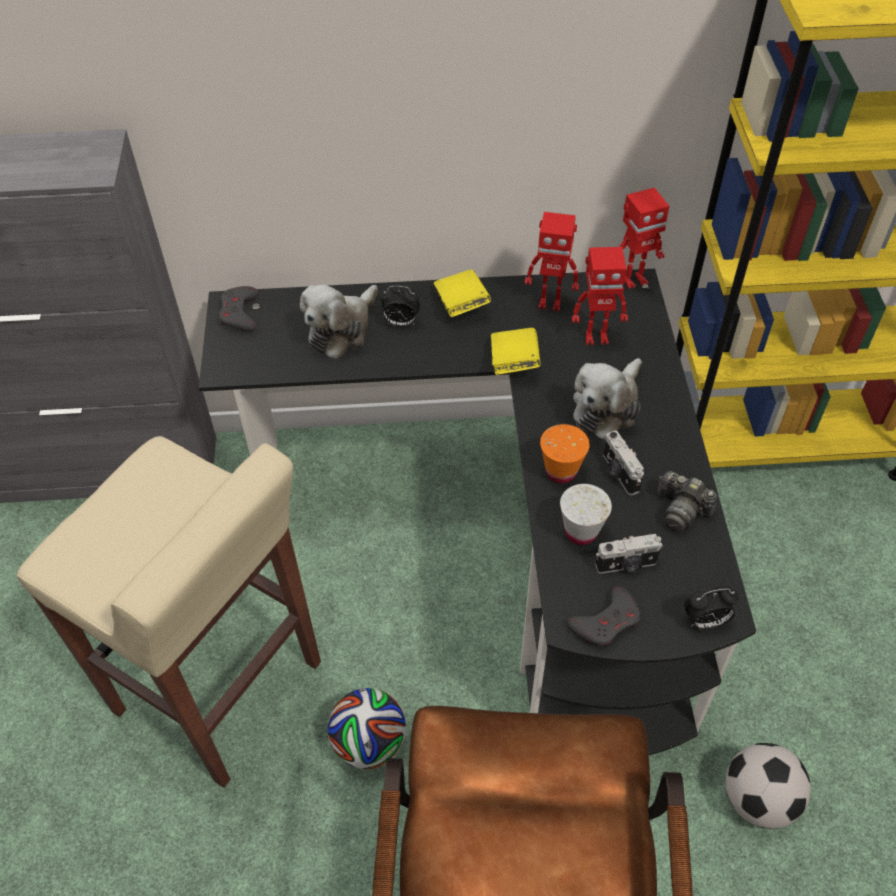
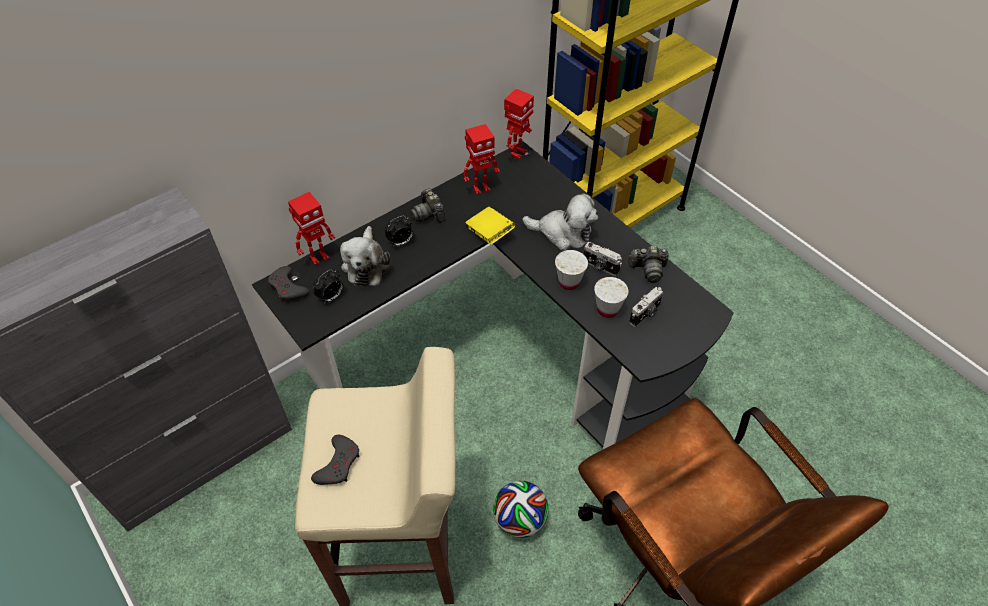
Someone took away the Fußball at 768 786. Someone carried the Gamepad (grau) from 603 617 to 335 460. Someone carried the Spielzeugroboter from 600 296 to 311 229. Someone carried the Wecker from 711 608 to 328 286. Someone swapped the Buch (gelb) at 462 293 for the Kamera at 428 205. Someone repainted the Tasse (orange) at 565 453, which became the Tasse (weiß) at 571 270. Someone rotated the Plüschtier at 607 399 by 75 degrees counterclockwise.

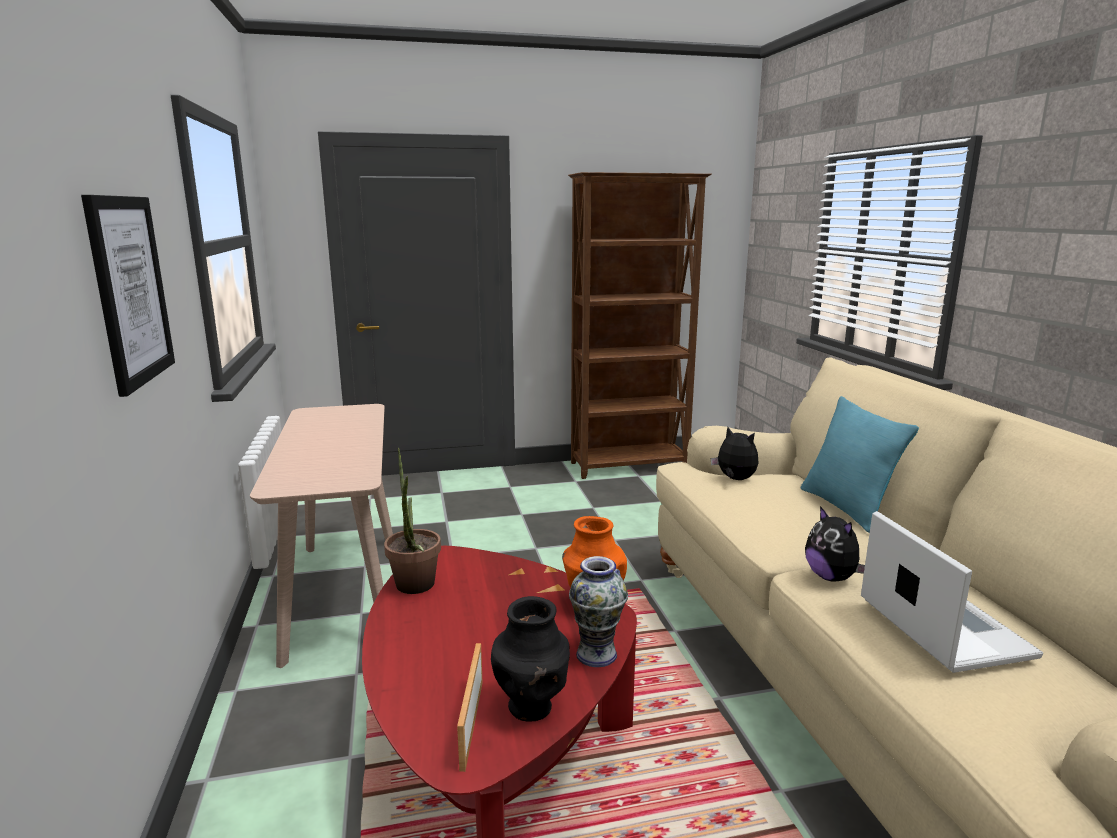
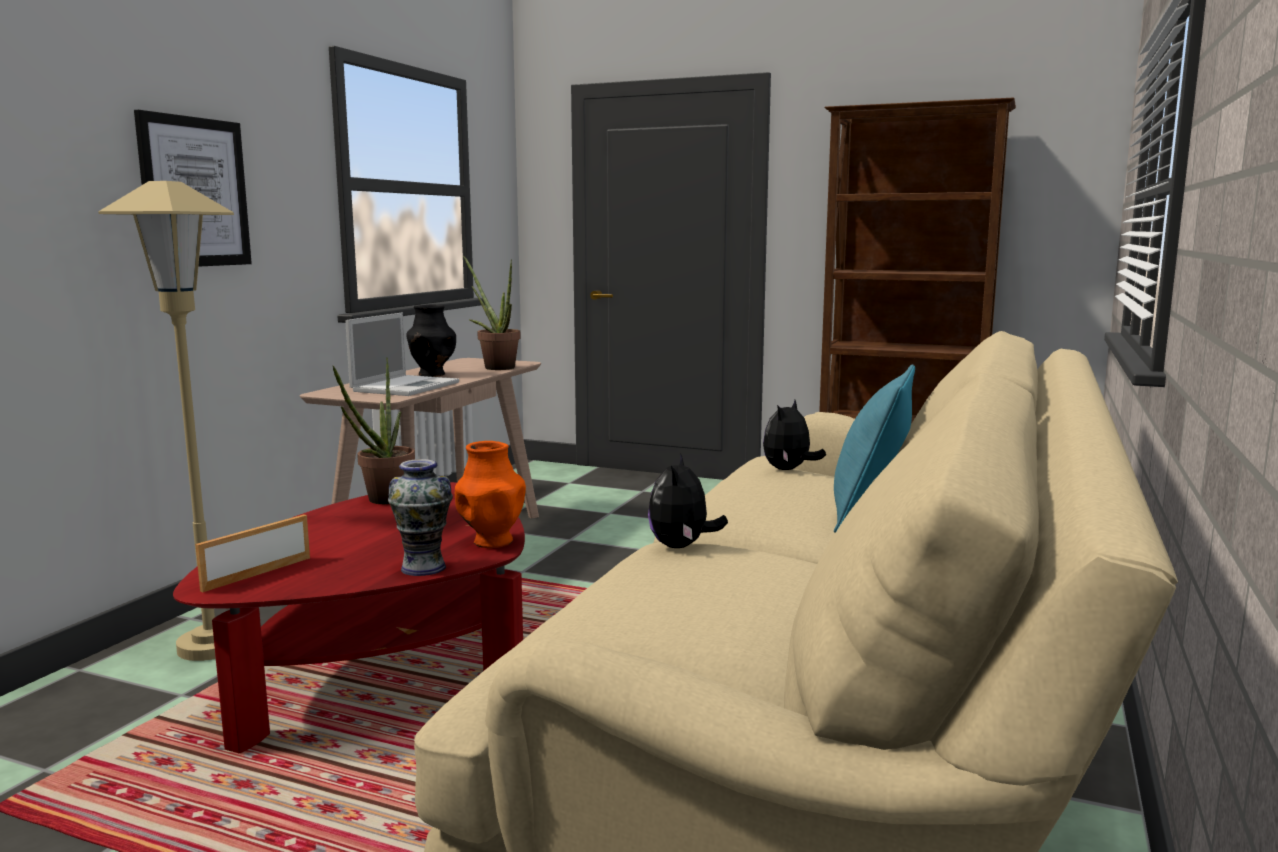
Someone put down the Stehlampe (beige) at 166 421. Someone put down the Topfpflanze at 492 312. Someone carried the Vase (schwarz) from 530 659 to 431 340. Someone carried the Laptop from 952 592 to 402 354. Someone rotated the Plüschtier at 734 453 by 135 degrees counterclockwise.

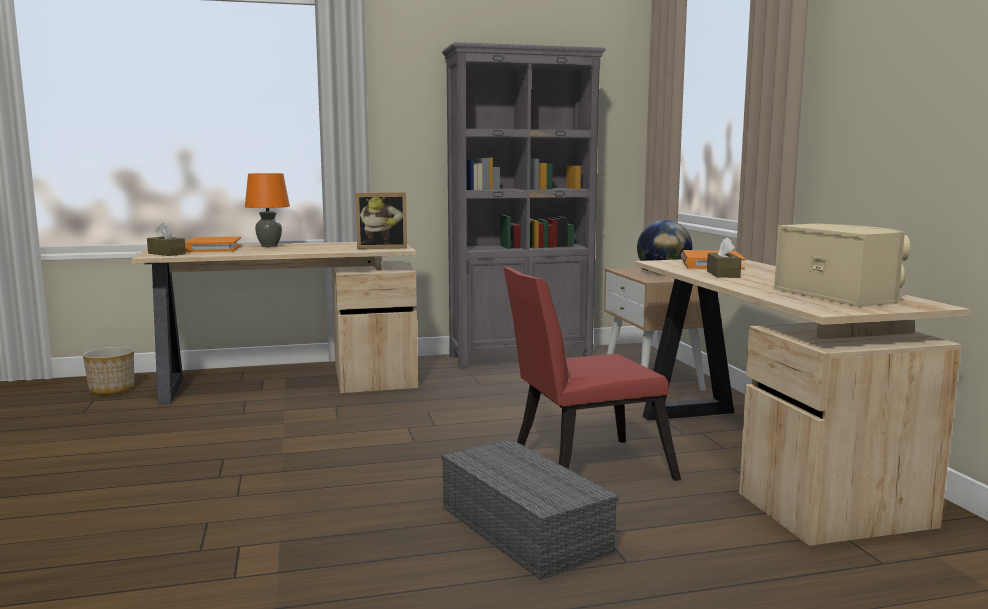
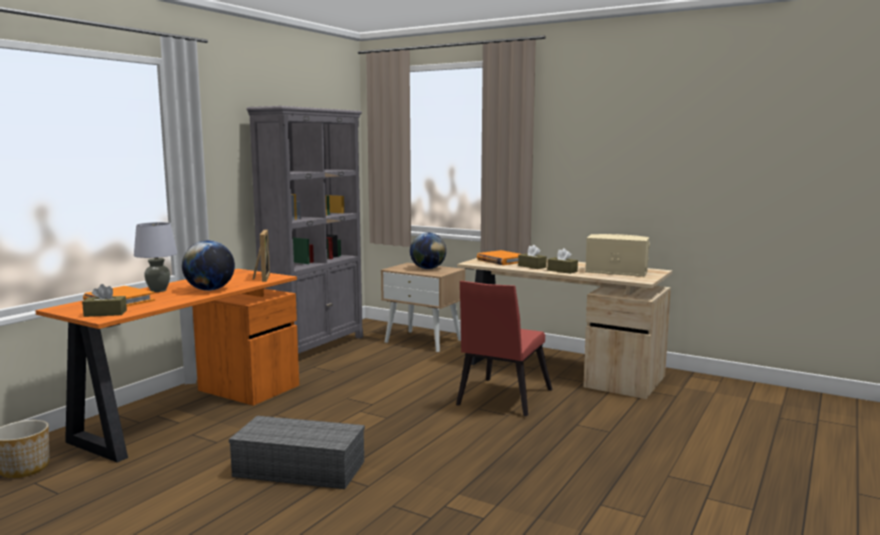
Someone put down the Globus at 208 265. Someone put down the Taschentuchbox (braun) at 562 261. Someone carried the Aufbewahrungsbox (grau) from 530 509 to 297 452. Someone repainted the Schreibtisch (beige) at 274 323, which became the Schreibtisch (orange) at 167 366. Someone repainted the Tischlampe (orange) at 267 210, which became the Tischlampe (grau) at 155 257. Someone rotated the Bilderrahmen at 381 220 by 45 degrees counterclockwise.

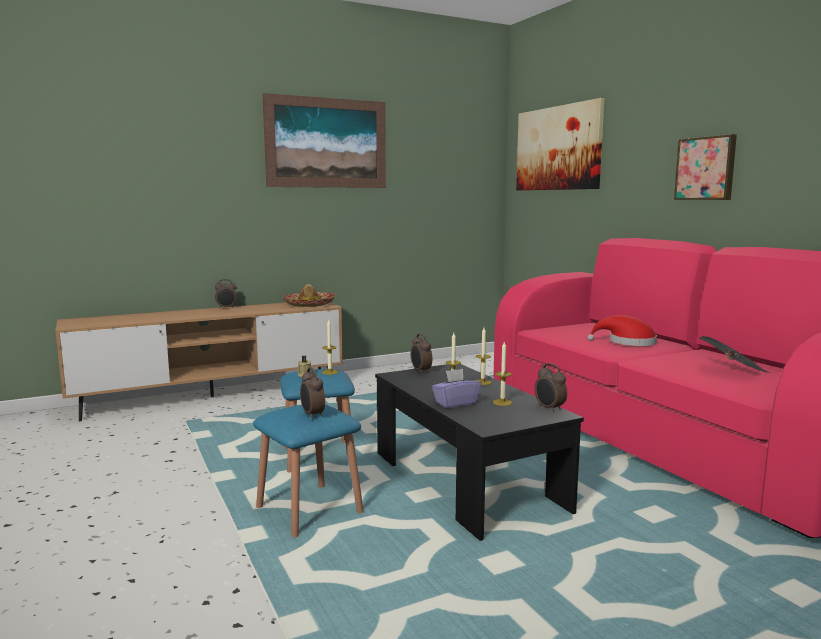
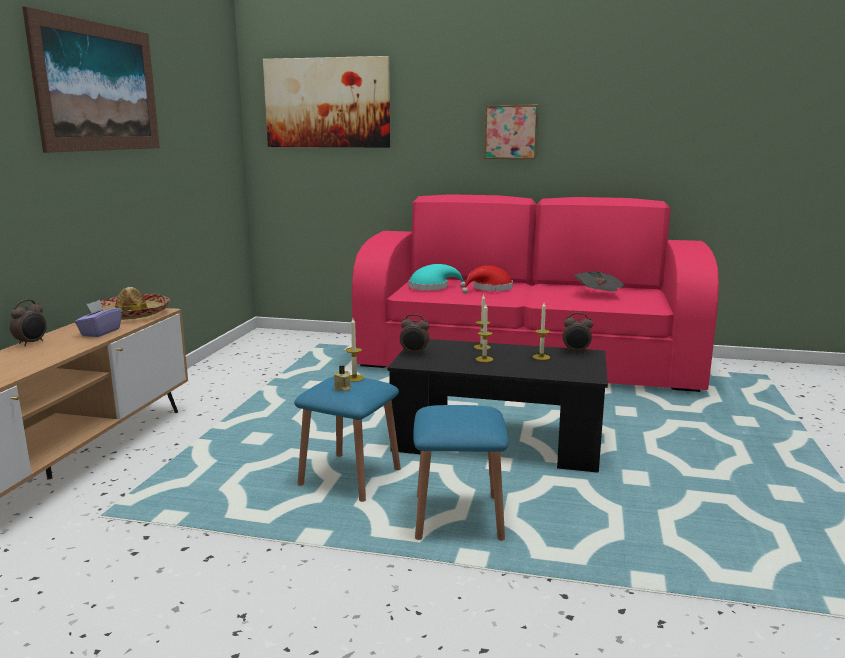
Someone took away the Wecker at 312 393. Someone put down the Hut (türkis) at 437 277. Someone carried the Taschentuchbox (lila) from 456 388 to 98 318.

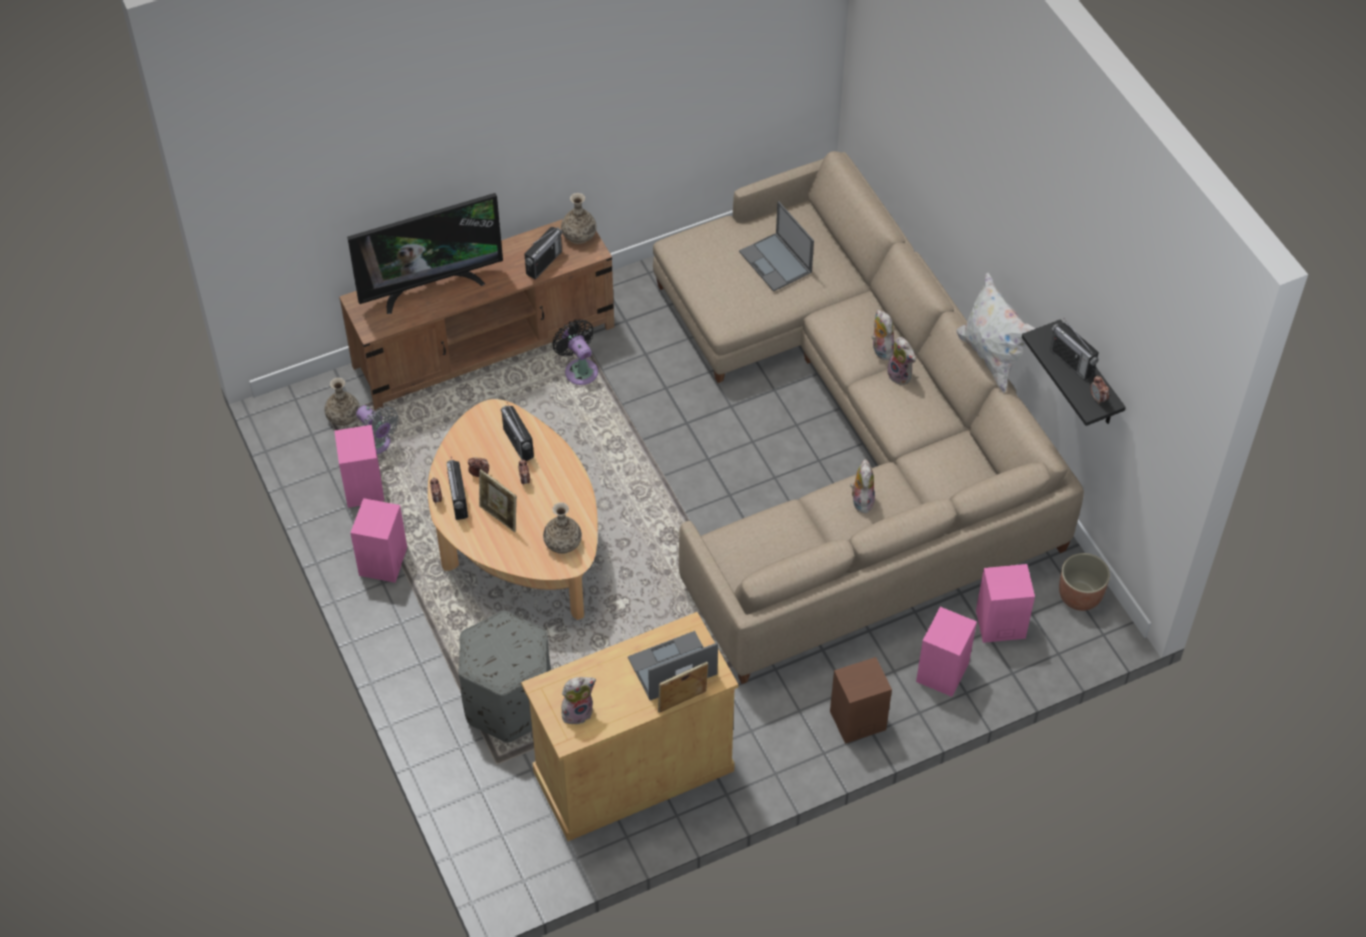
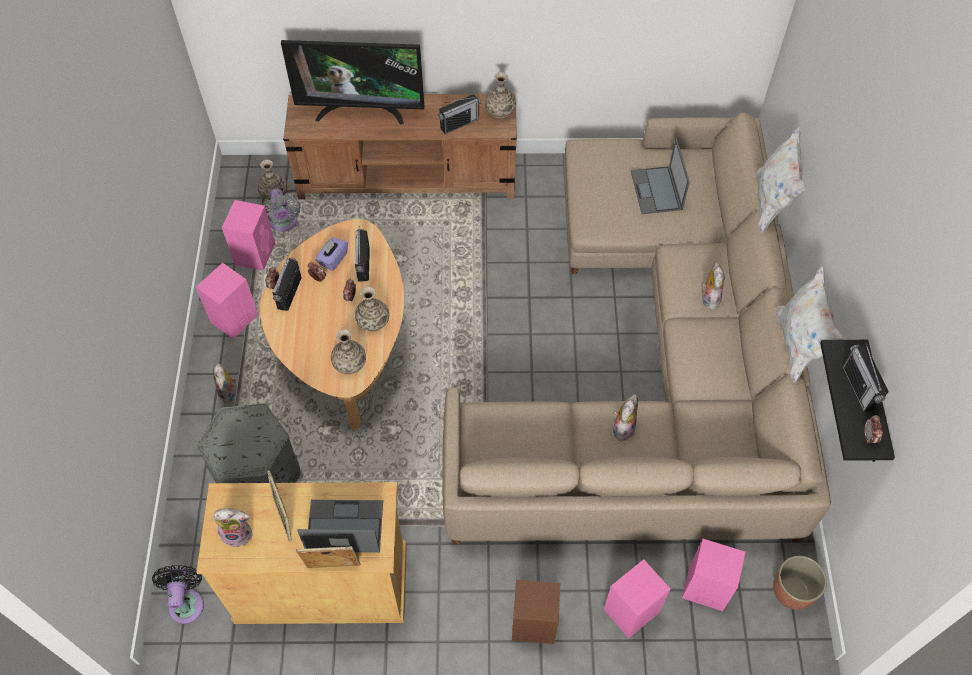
Someone put down the Taschentuchbox (lila) at 331 254. Someone put down the Vase at 372 309. Someone put down the Kissen (weiß) at 781 180. Someone carried the Bilderrahmen from 498 500 to 280 506. Someone carried the Ventilator (schwarz) from 575 352 to 178 594. Someone carried the Plüschtier from 901 361 to 224 383.

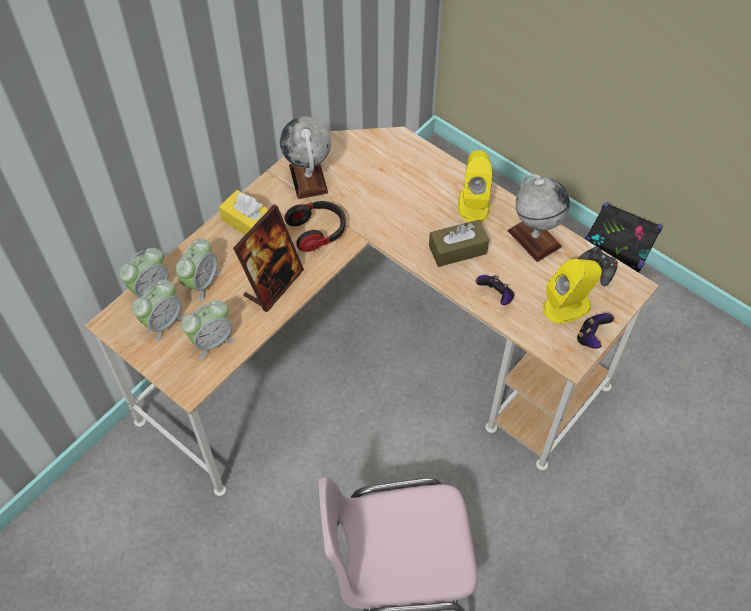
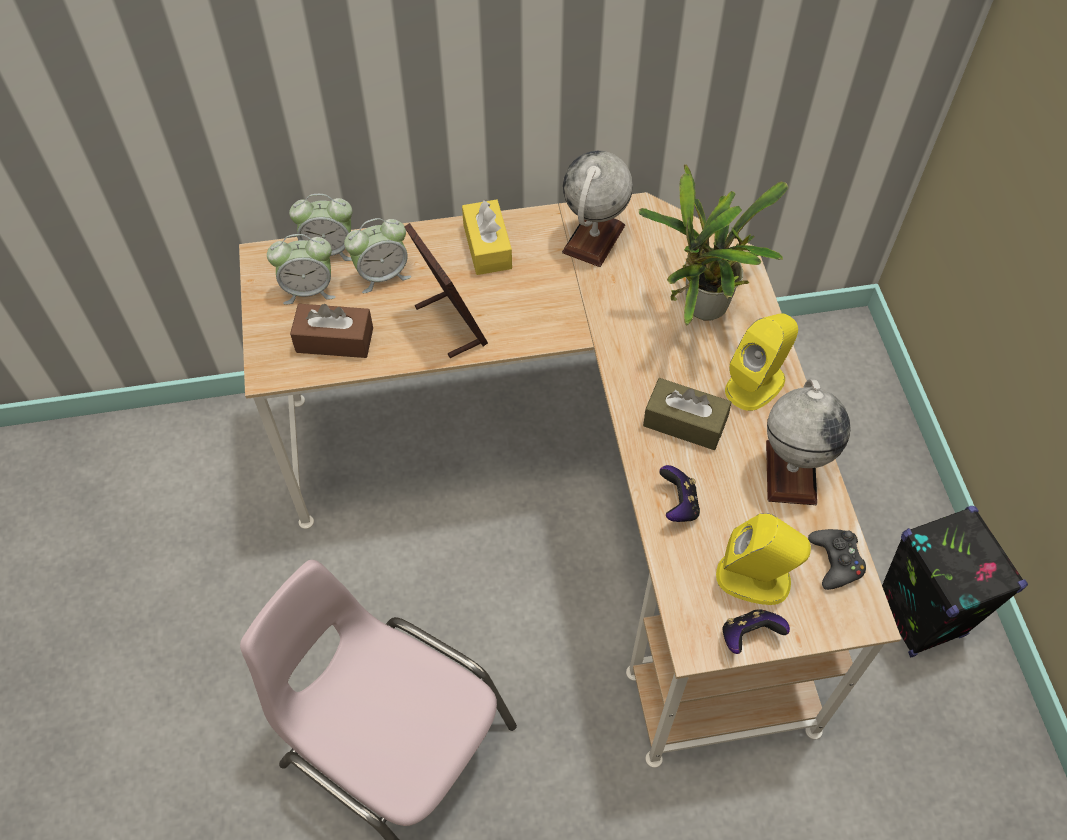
Someone took away the Kopfhörer at 315 226. Someone put down the Topfpflanze at 713 245. Someone swapped the Wecker at 208 330 for the Taschentuchbox (braun) at 331 331. Someone rotated the Bilderrahmen at 268 258 by 105 degrees counterclockwise.

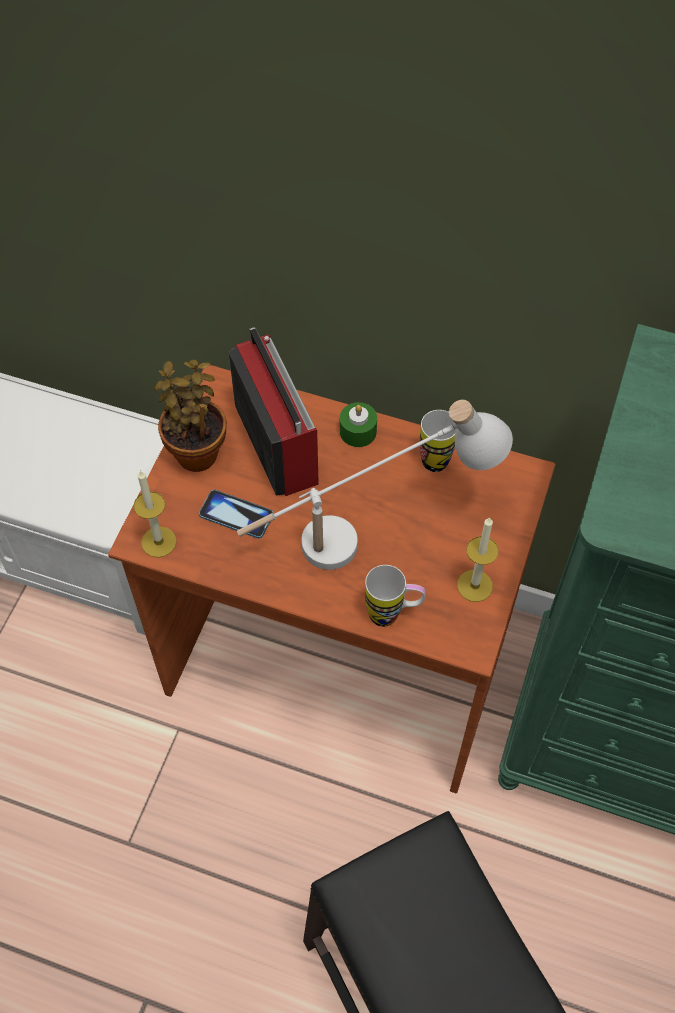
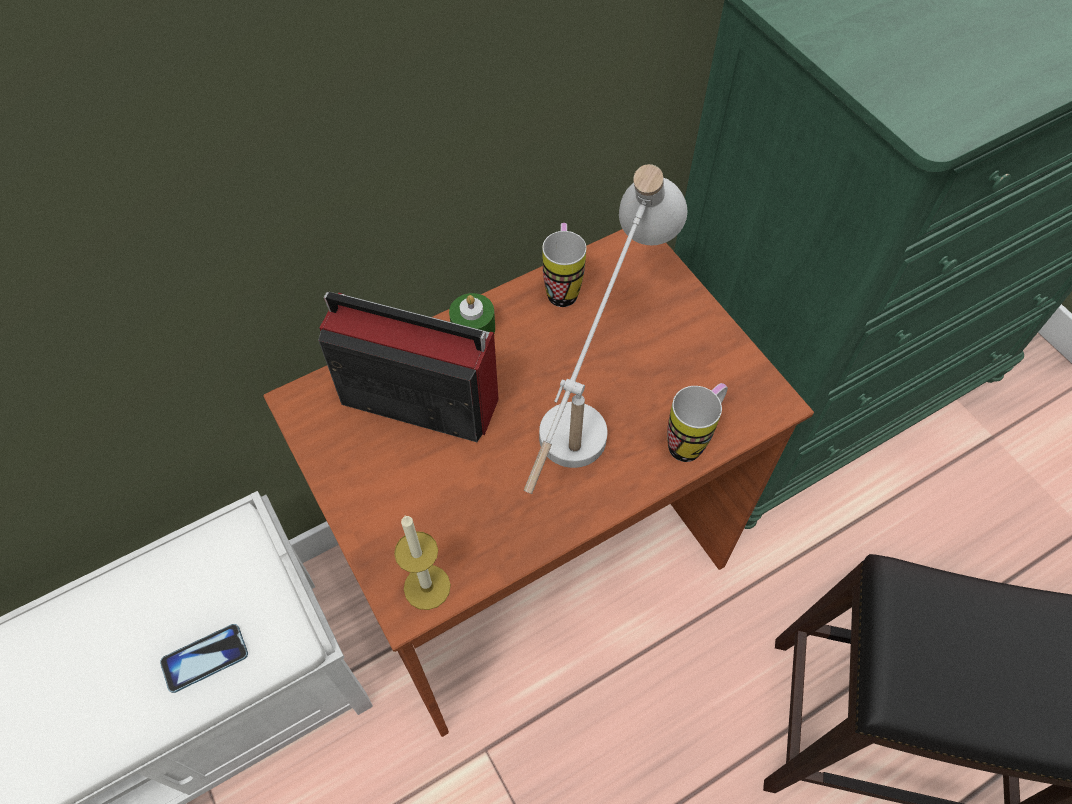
Someone took away the Topfpflanze at 190 415. Someone took away the Kerze at 478 559. Someone carried the Handy from 236 514 to 204 658.

